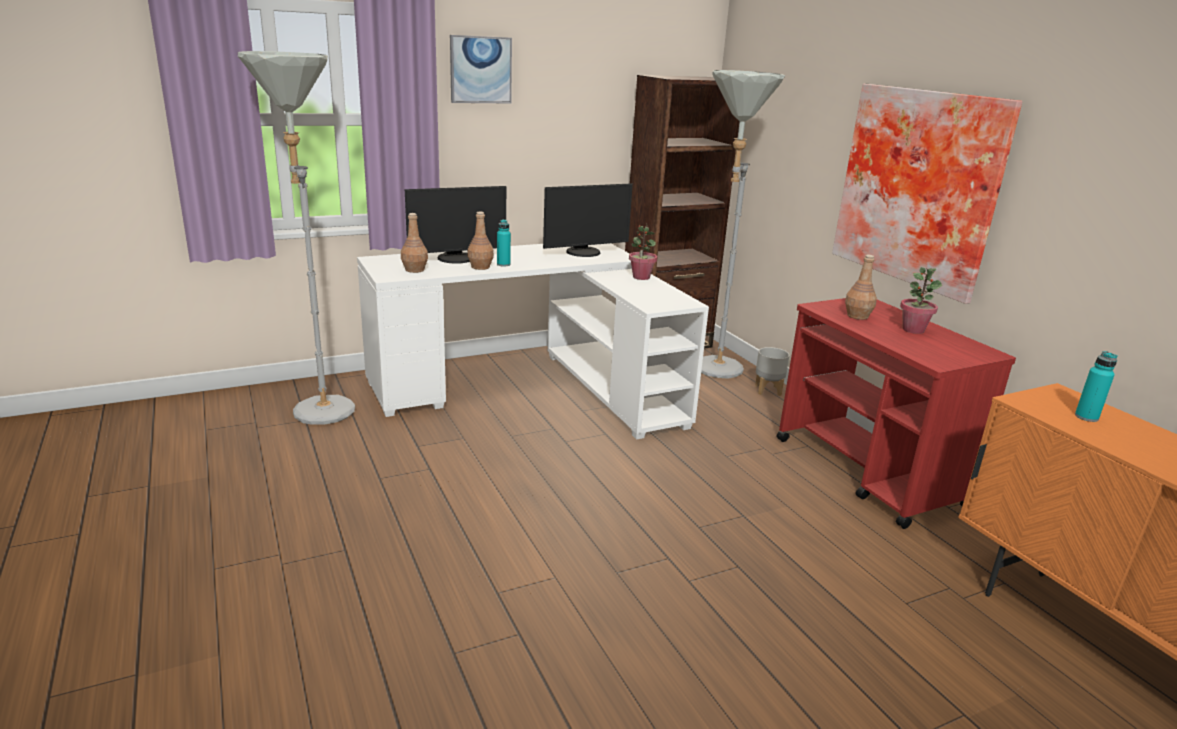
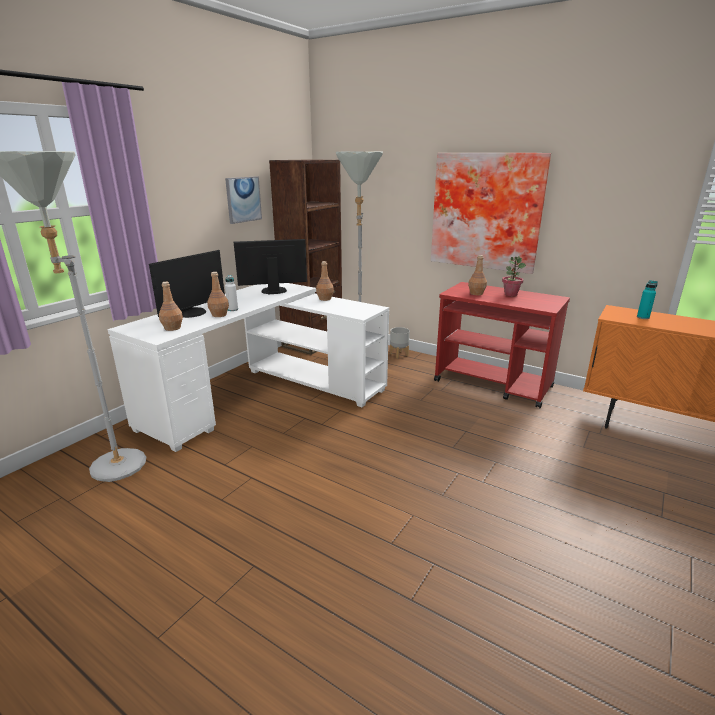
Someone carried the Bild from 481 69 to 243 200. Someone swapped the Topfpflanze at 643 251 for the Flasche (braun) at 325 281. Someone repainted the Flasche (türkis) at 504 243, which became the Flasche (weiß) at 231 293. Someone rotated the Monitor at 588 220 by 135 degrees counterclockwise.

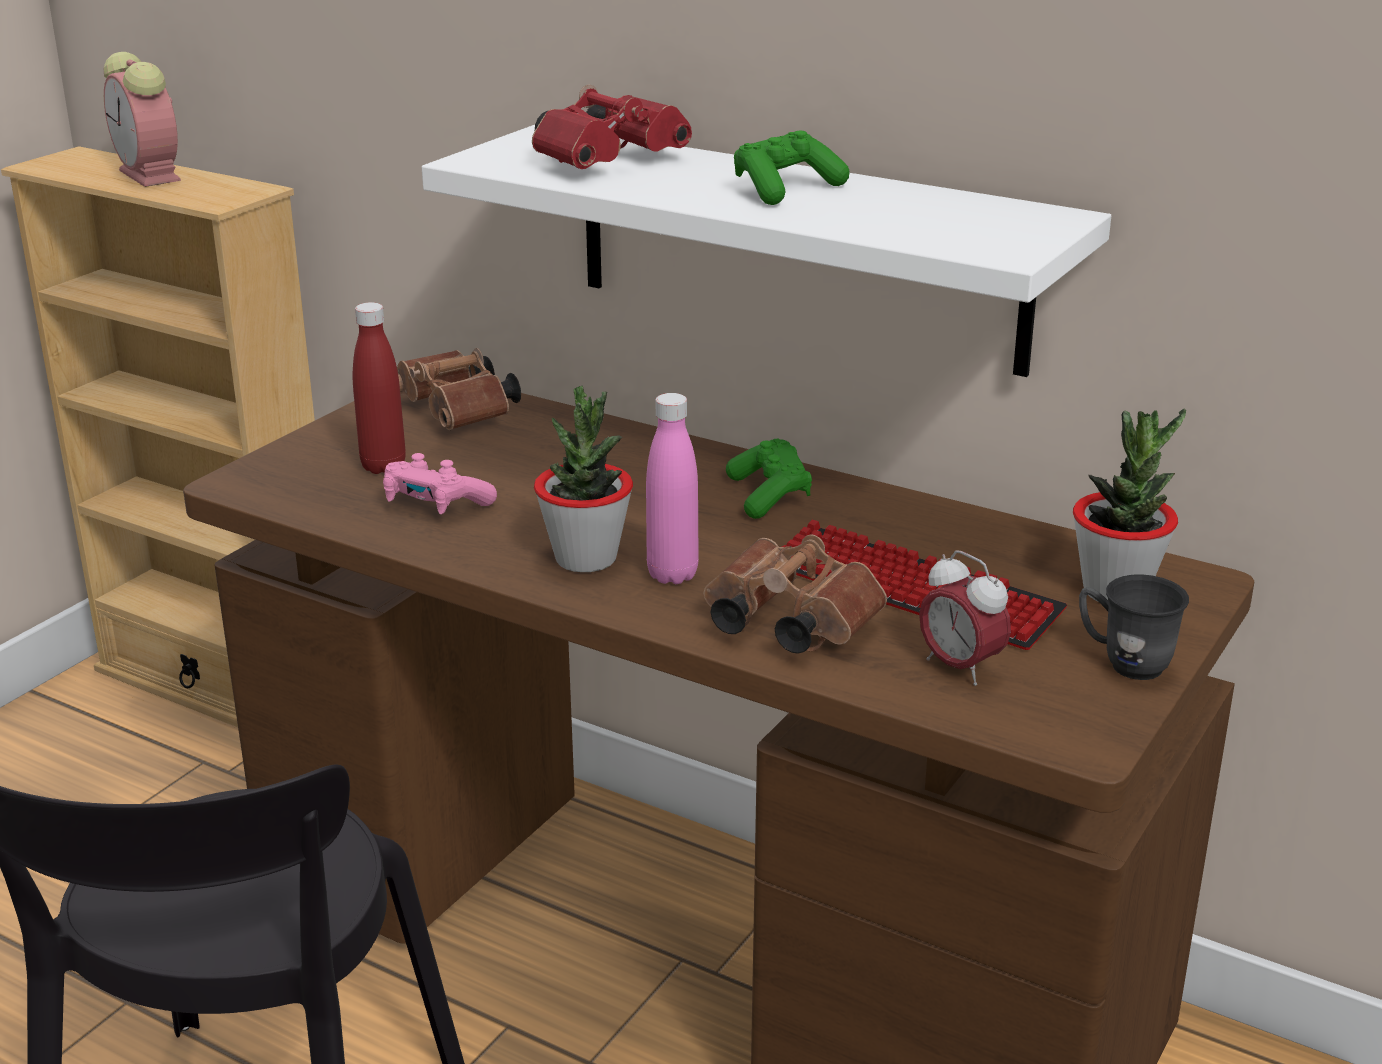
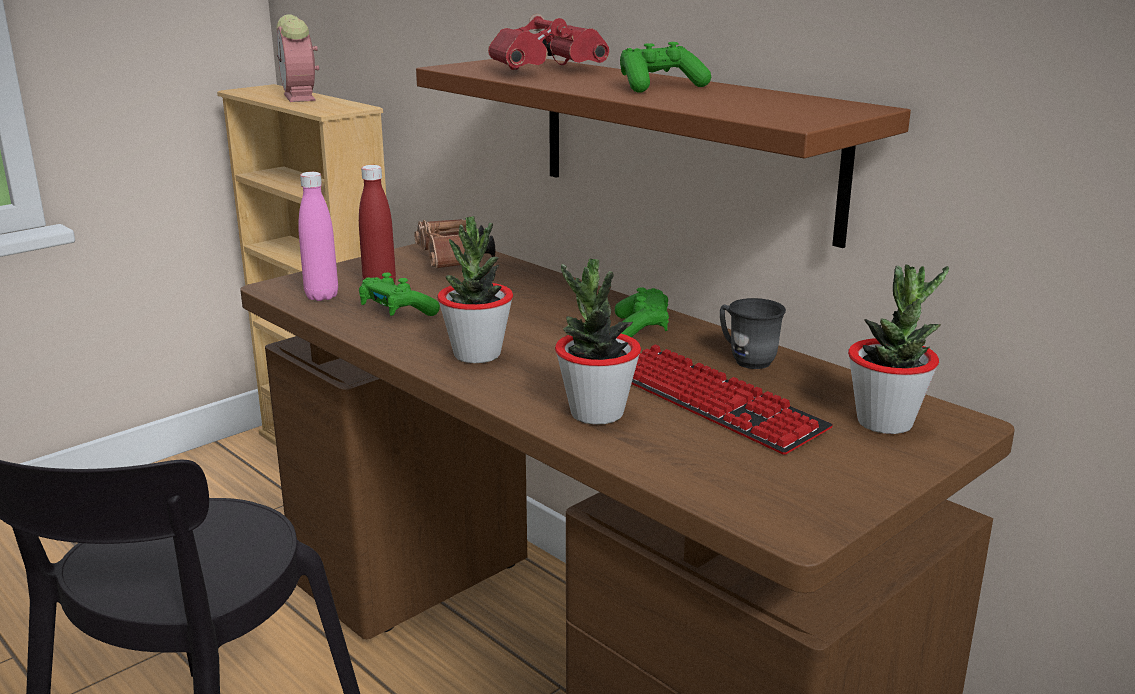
Someone took away the Wecker at 965 618. Someone carried the Flasche (rosa) from 672 488 to 318 236. Someone carried the Henkelbecher (grau) from 1134 627 to 753 333. Someone swapped the Fernglas (braun) at 795 594 for the Topfpflanze at 598 341. Someone repainted the Gamepad (rosa) at 440 483, which became the Gamepad (grün) at 399 294. Someone repainted the Wandregal (weiß) at 766 251, which became the Wandregal (braun) at 663 153.

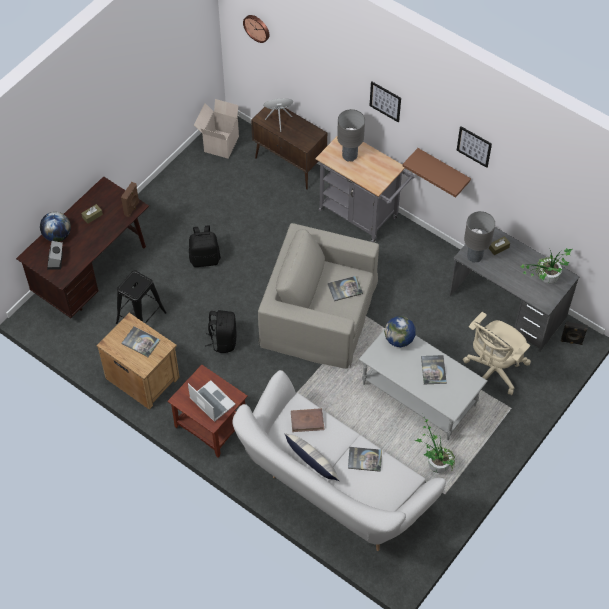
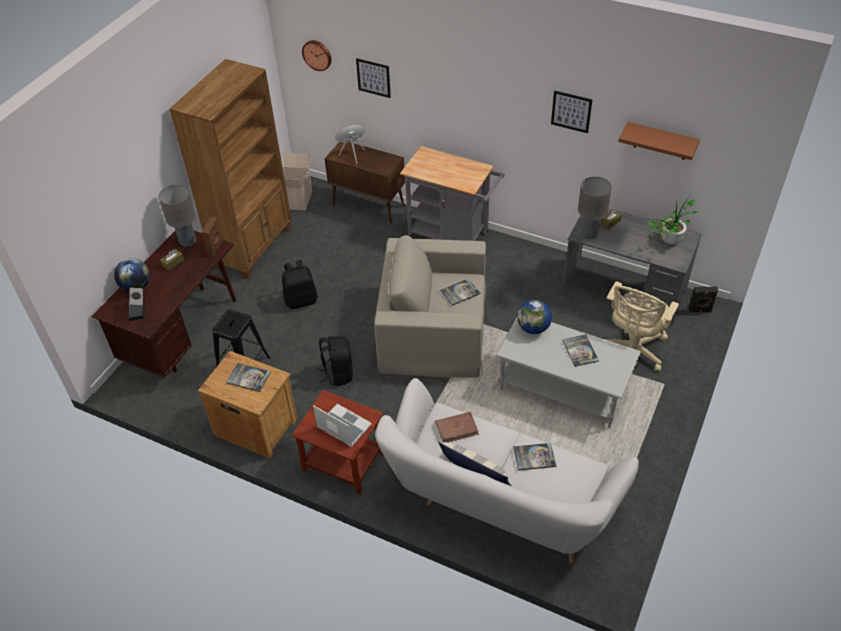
Someone took away the Topfpflanze at 435 442. Someone put down the Bücherregal (braun) at 230 169. Someone carried the Tischlampe (grau) from 351 135 to 177 216. Someone carried the Bild from 385 102 to 373 78. Someone carried the Wandregal (braun) from 437 172 to 659 141.

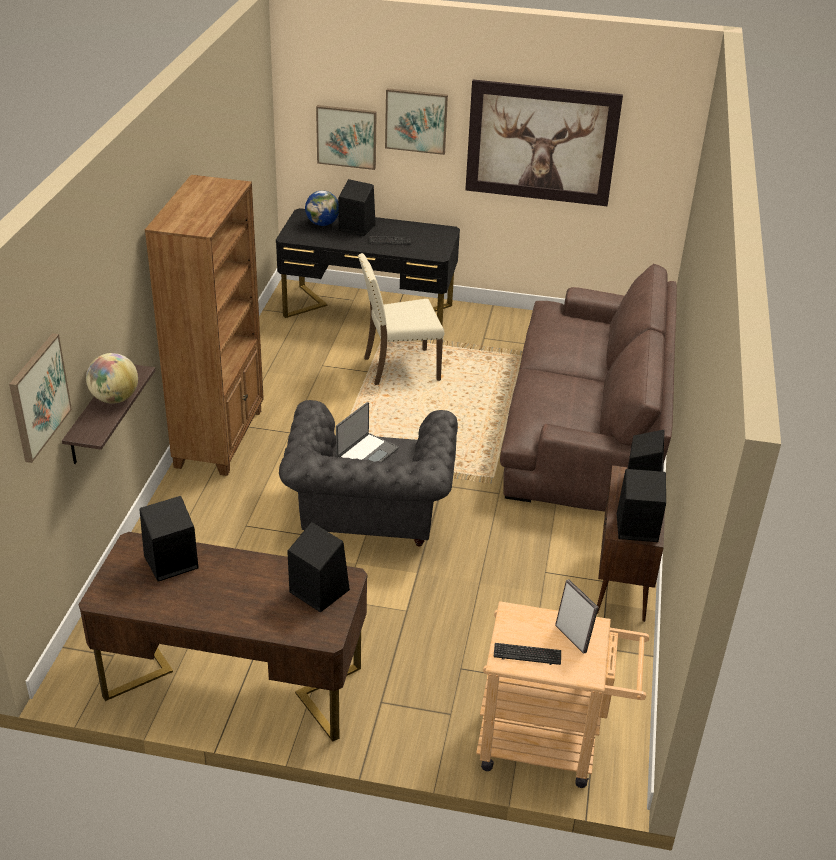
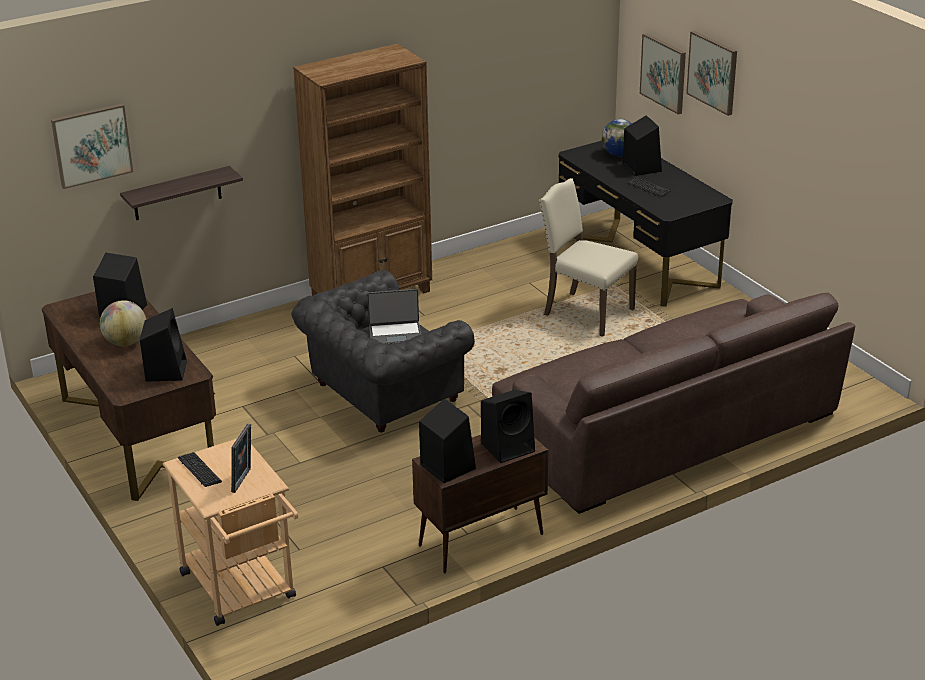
Someone took away the Bild at 544 142. Someone carried the Globus from 112 378 to 123 323.

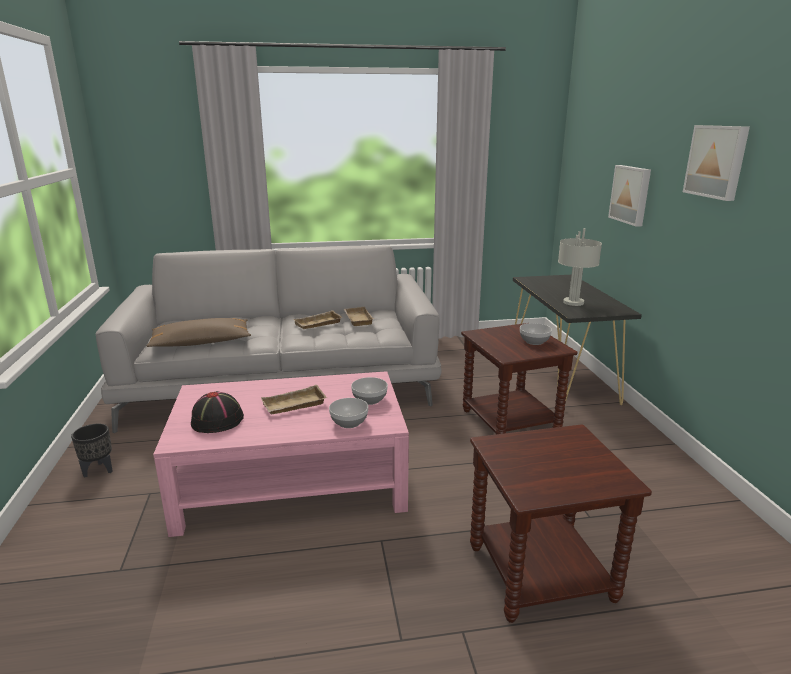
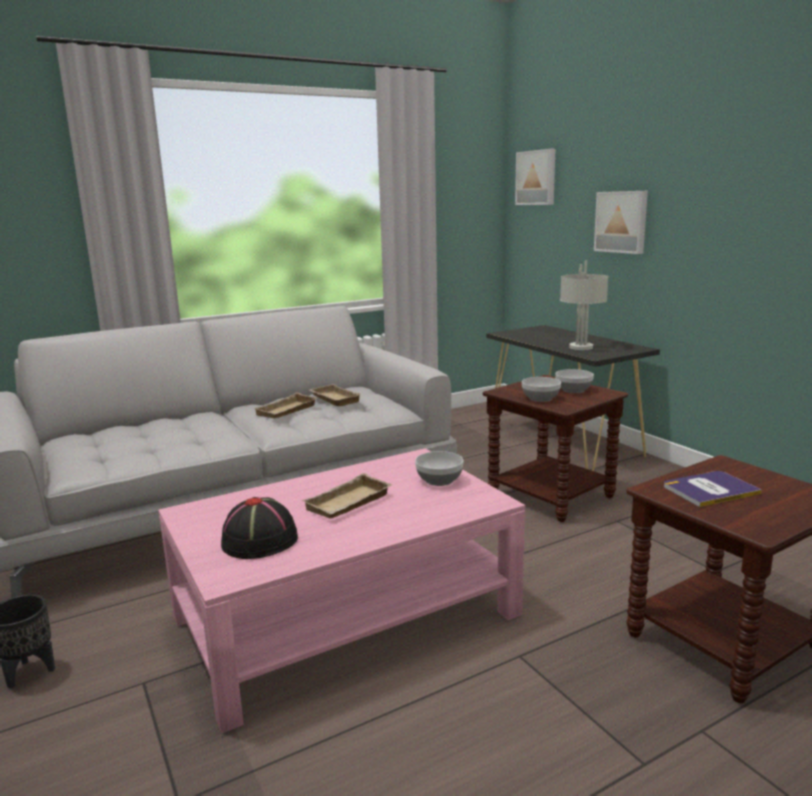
Someone took away the Kissen (braun) at 198 332. Someone put down the Buch at 713 489. Someone carried the Schüssel from 348 413 to 541 389. Someone carried the Bild from 716 163 to 535 177.

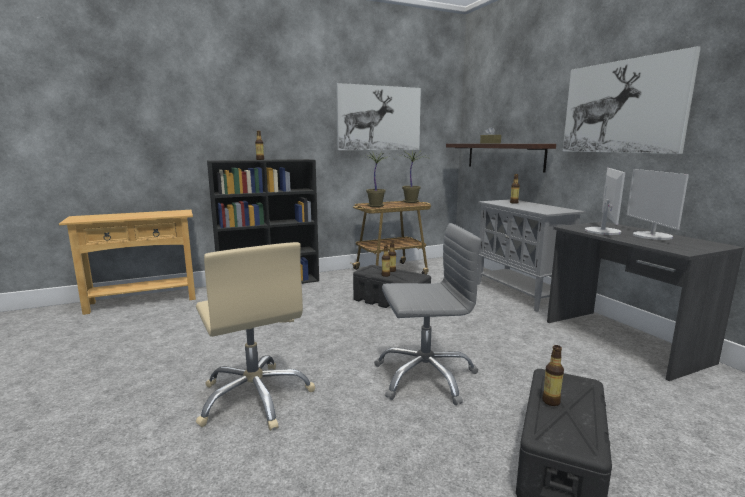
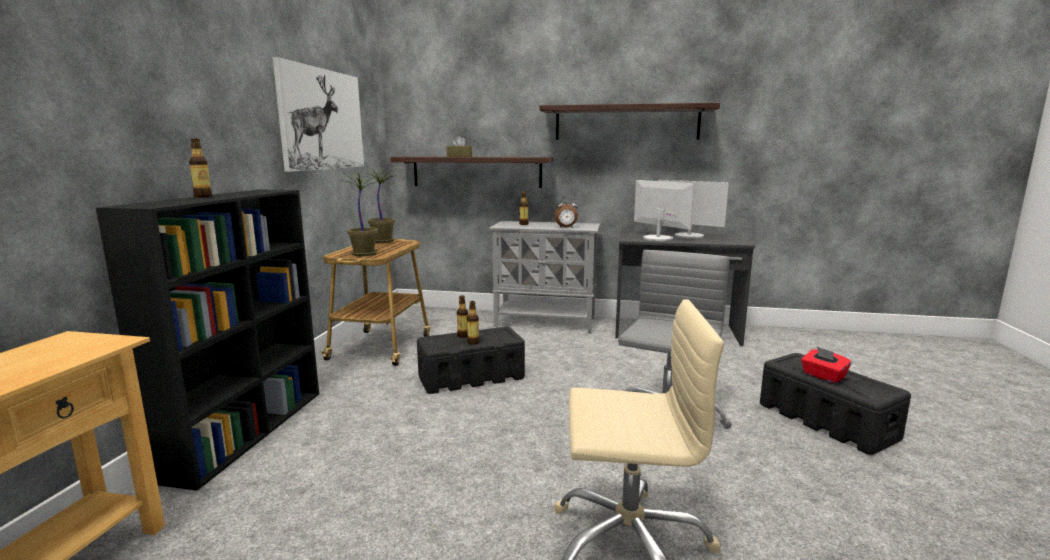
Someone put down the Wecker at 566 212. Someone swapped the Flasche at 553 375 for the Taschentuchbox (rot) at 826 365. Someone swapped the Bild at 632 100 for the Wandregal at 629 121.

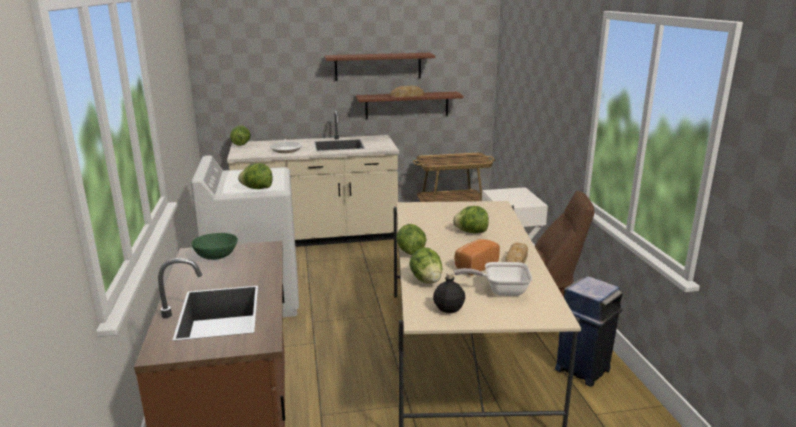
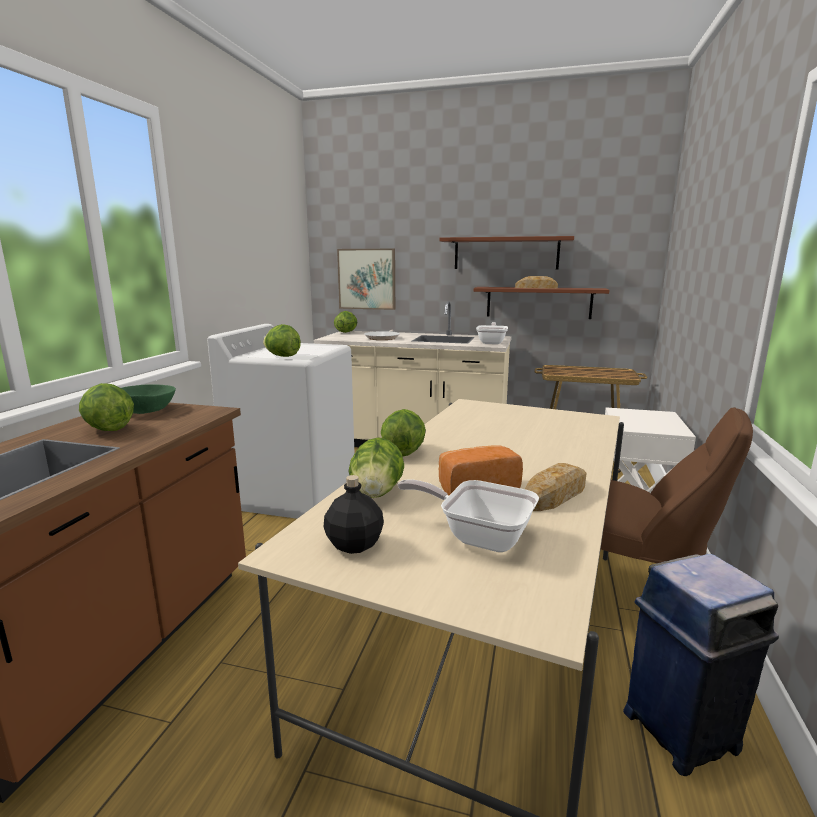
Someone put up the Bild at 366 279. Someone put down the Pfanne at 492 333. Someone carried the Salatkopf from 471 219 to 106 407.

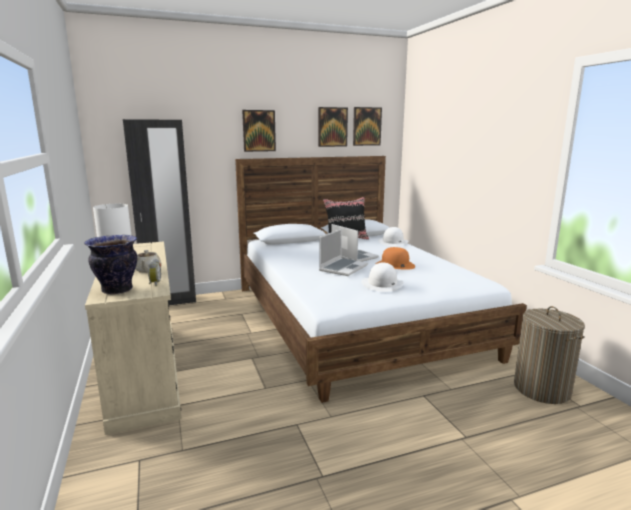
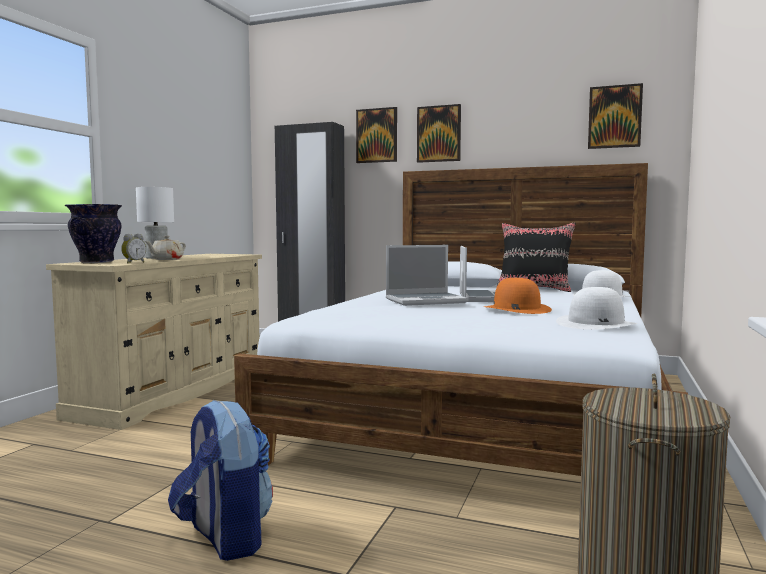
Someone put down the Rucksack at 220 480. Someone carried the Bild from 333 127 to 376 135. Someone carried the Hut (weiß) from 383 277 to 597 308.

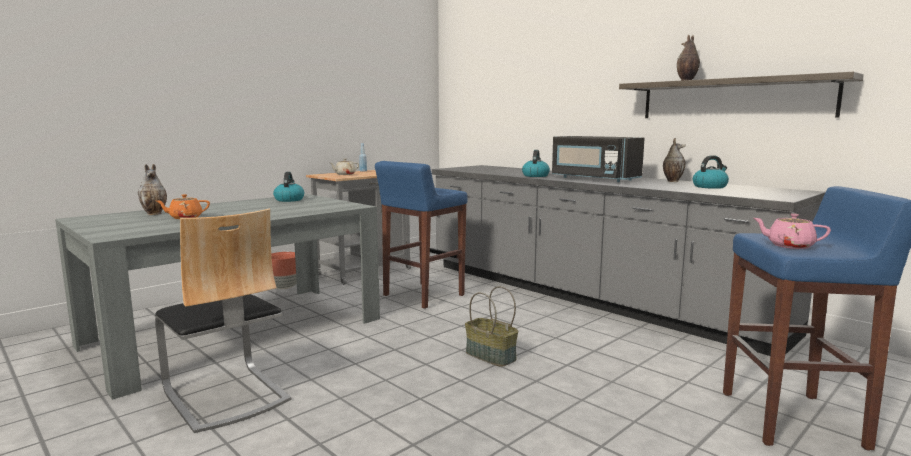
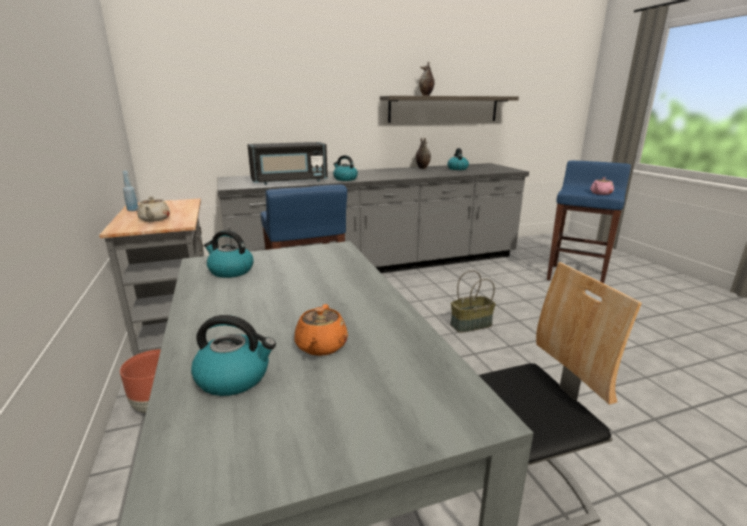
Someone carried the Mikrowelle (schwarz) from 598 159 to 287 163. Someone swapped the Vase at 152 189 for the Wasserkessel at 233 355.

